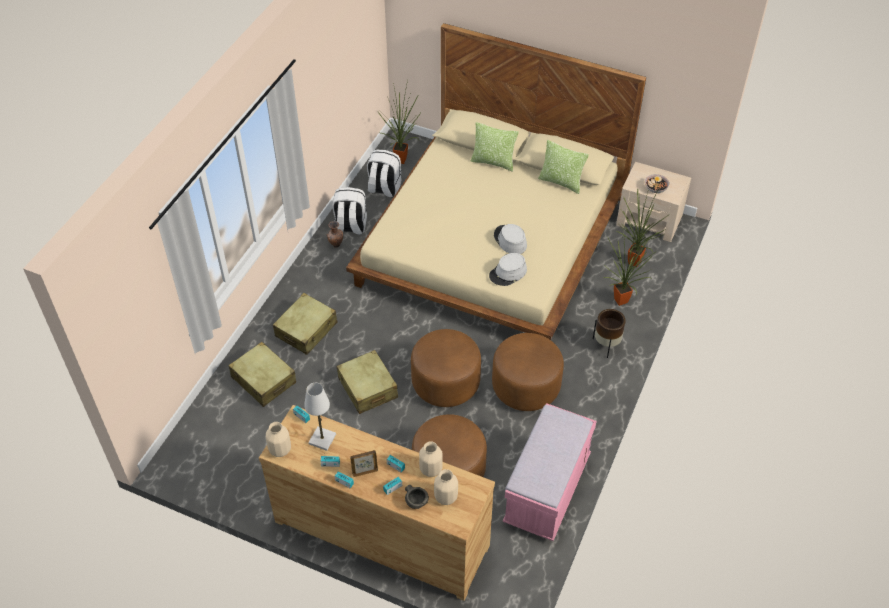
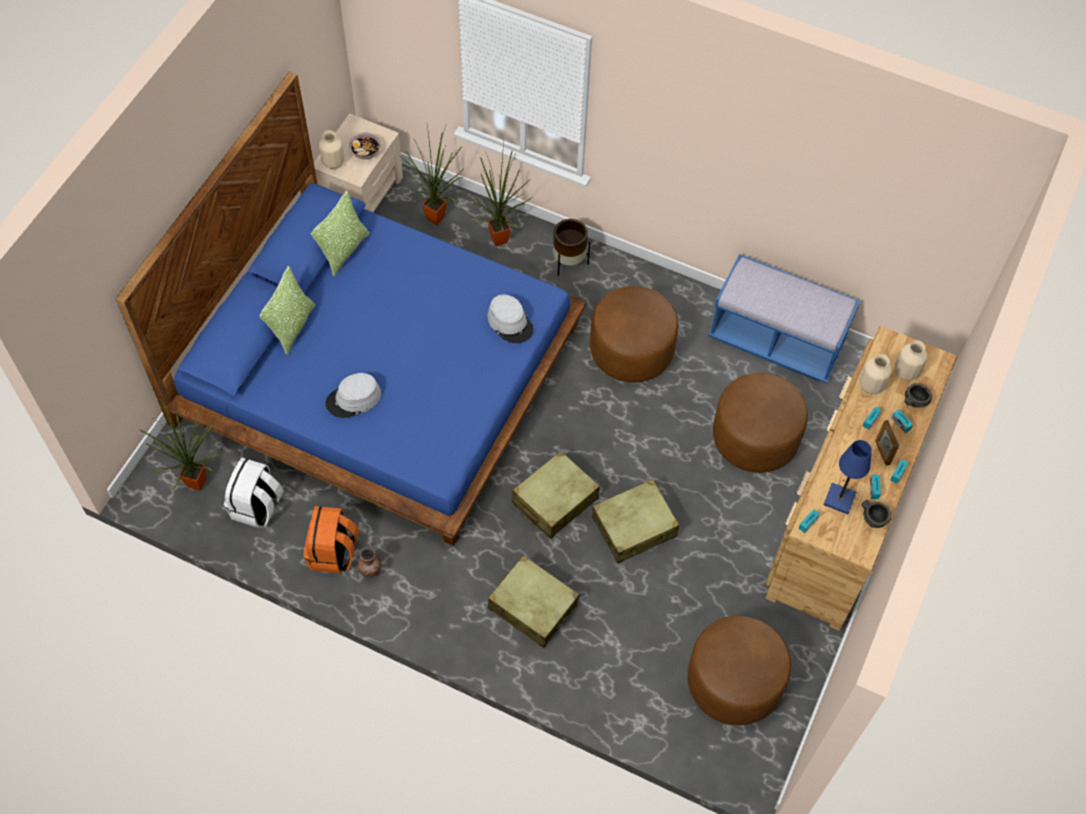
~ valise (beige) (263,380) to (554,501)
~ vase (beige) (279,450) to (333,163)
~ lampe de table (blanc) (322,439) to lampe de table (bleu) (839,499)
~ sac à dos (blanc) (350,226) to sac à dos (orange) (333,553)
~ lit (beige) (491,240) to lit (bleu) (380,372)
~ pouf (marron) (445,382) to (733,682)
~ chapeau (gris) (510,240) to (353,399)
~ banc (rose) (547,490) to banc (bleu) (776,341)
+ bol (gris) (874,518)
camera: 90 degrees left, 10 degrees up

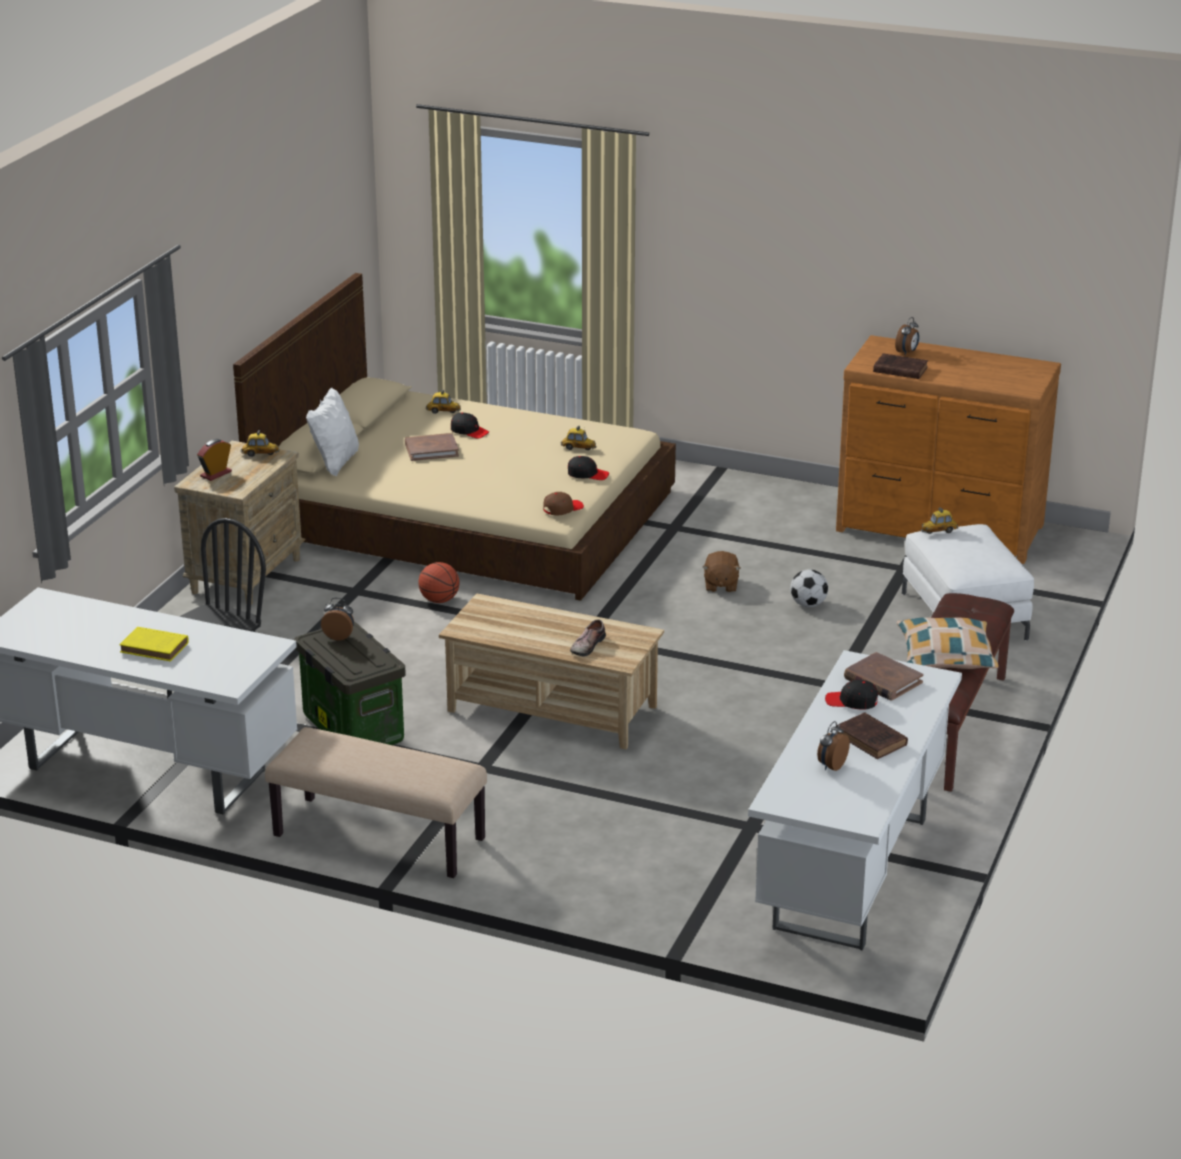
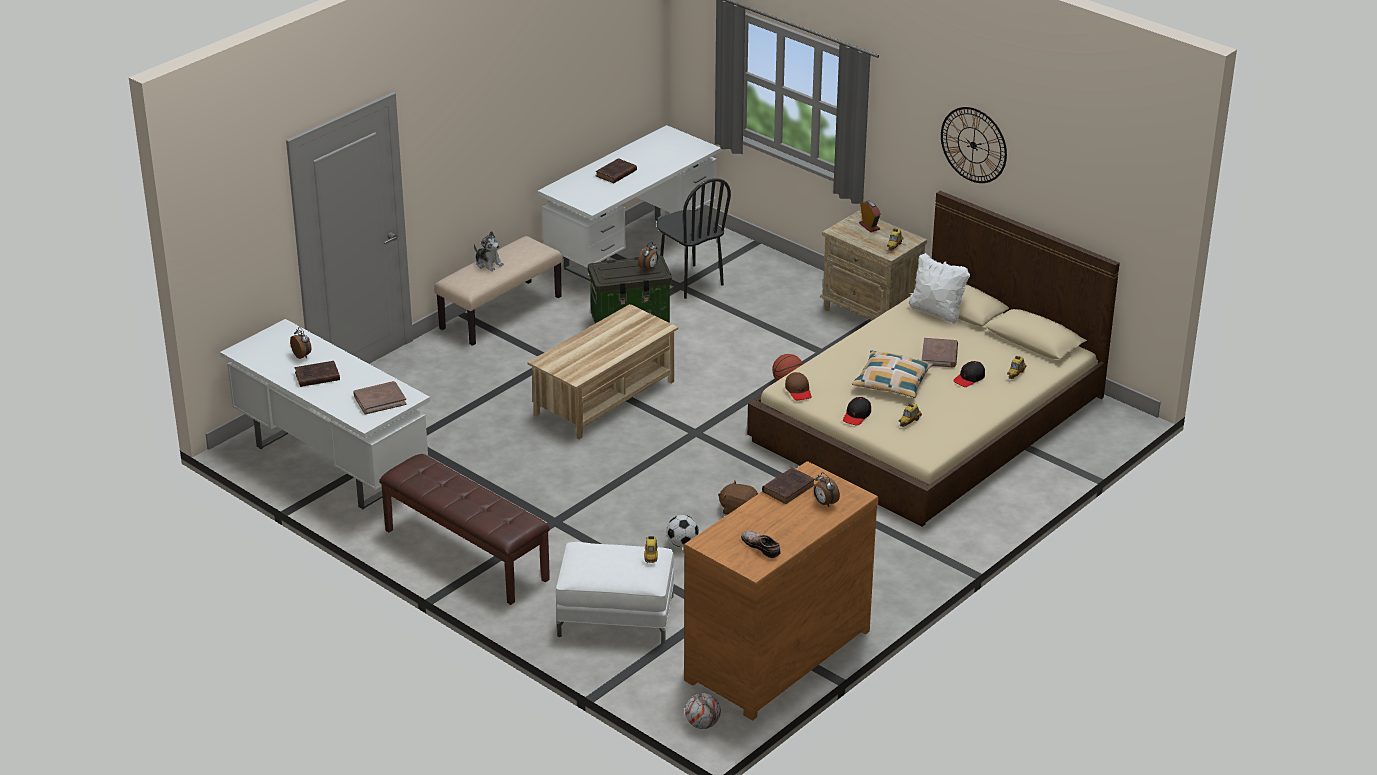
~ livre (jaune) (156,648) to livre (marron) (615,174)
~ chaussure (586,645) to (762,546)
- casquette (noir) (852,701)
~ coussin (946,655) to (892,381)
+ peluche (488,263)
+ ballon de foot (702,724)
+ horloge murale (973,145)
camera: 110 degrees right, 5 degrees up

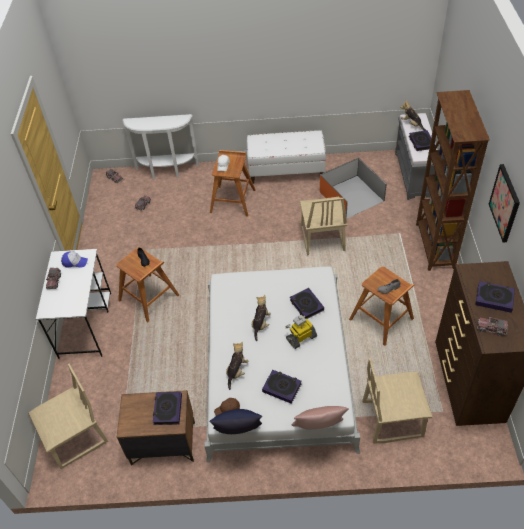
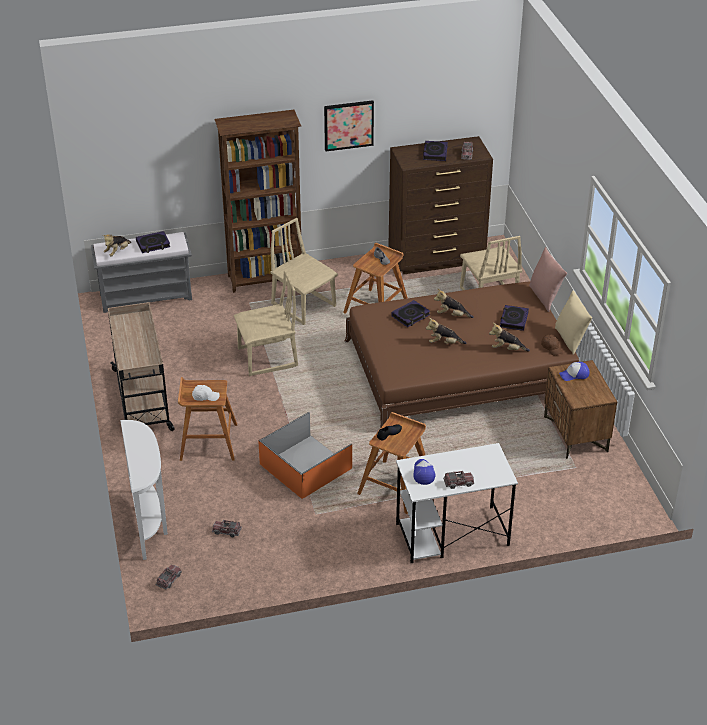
~ chaise (beige) (76,438) to (304,305)
~ livre (167,409) to casquette (574,375)
~ lit (blanc) (277,368) to lit (marron) (459,370)
~ coussin (bleu) (238,433) to coussin (beige) (570,340)
~ banc (blanc) (286,171) to chariot (beige) (143,401)
~ robot jouet (301,337) to peluche (452,315)
~ boîte de rangement (orange) (351,196) to (306,467)
camera: 105 degrees left, 10 degrees down

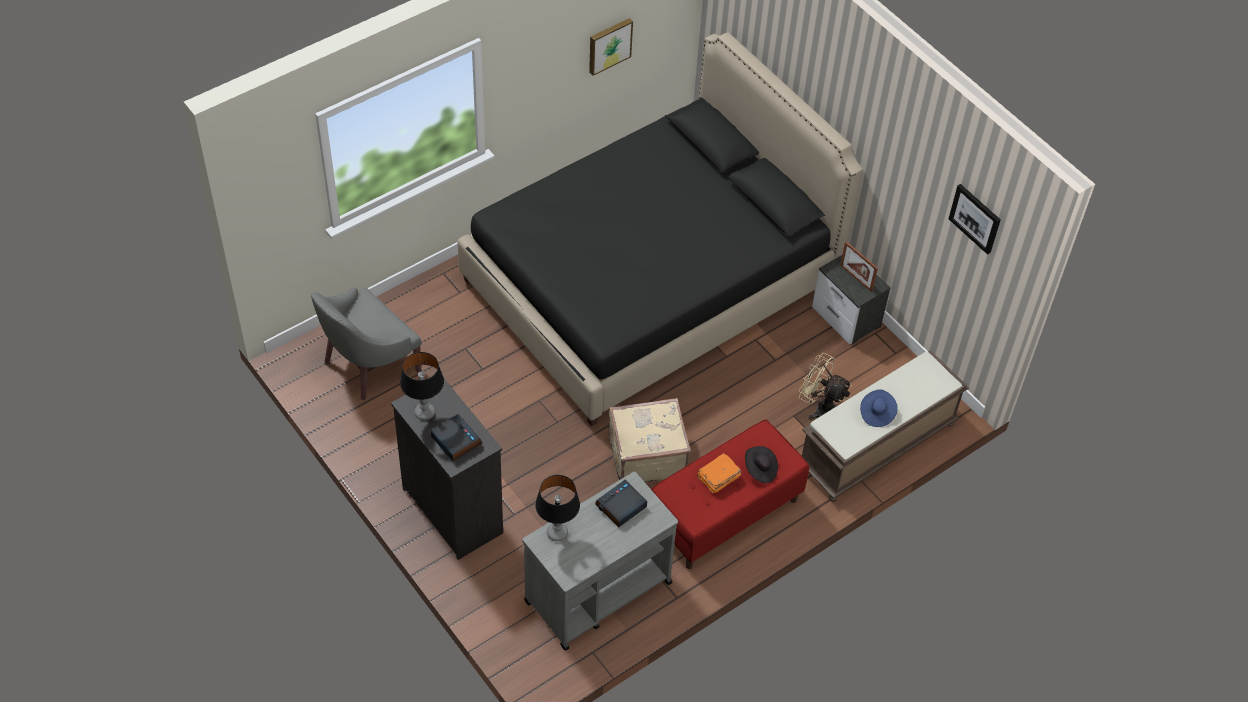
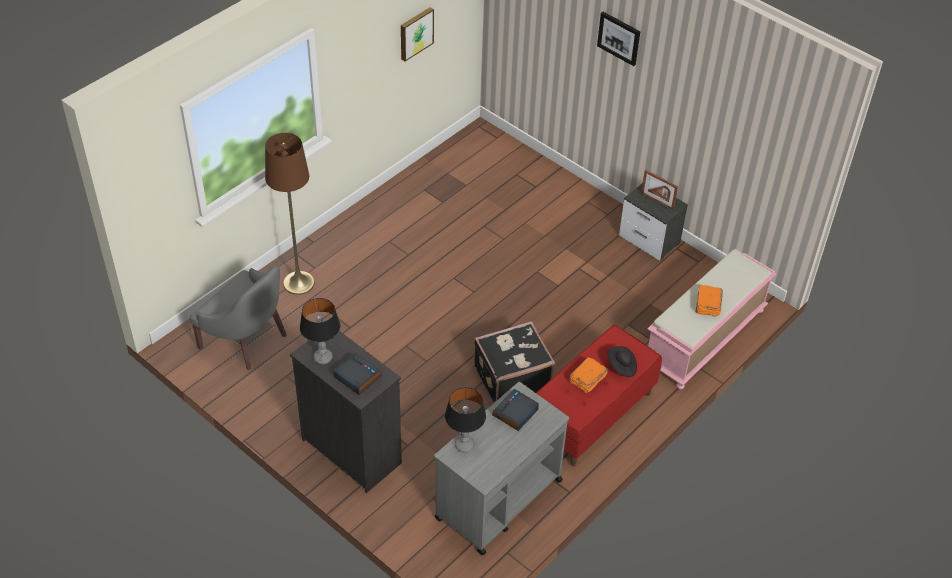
~ fauteuil (gris) (368,364) = (246,339) 90 degrees counterclockwise
- lit (noir) (650,283)
~ valise (beige) (646,455) to valise (noir) (511,377)
- ventilateur (beige) (820,408)
~ banc (marron) (876,446) to banc (rose) (704,338)
~ chapeau (bleu) (876,413) to livre (orange) (707,305)
~ tableau (975,218) to (619,38)
+ lampadaire (marron) (298,283)
camera: 10 degrees left, 5 degrees down

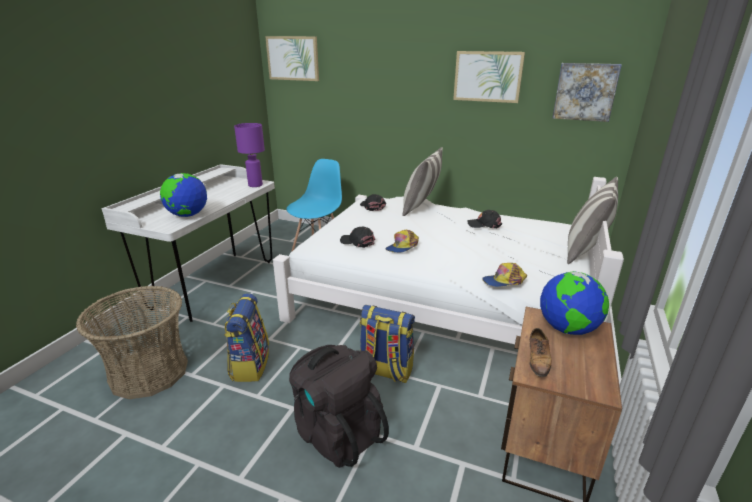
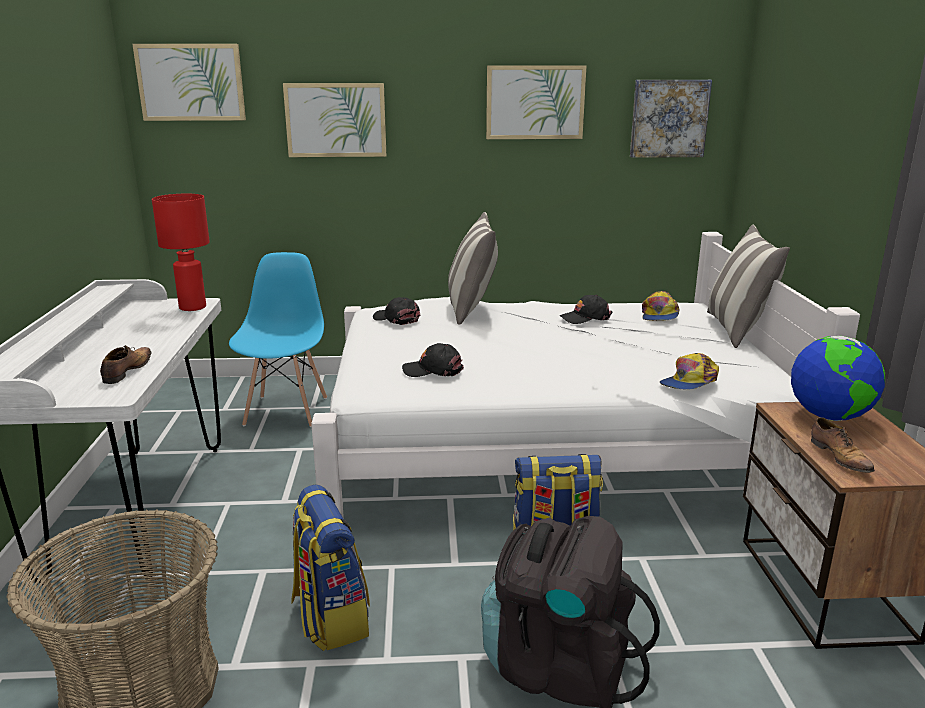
~ globe (187,215) to chaussure (127,371)
~ lampe de table (violet) (256,185) to lampe de table (rouge) (193,307)
~ casquette (402,247) to (659,315)
+ tableau (336,120)
camera: 25 degrees left, 5 degrees down

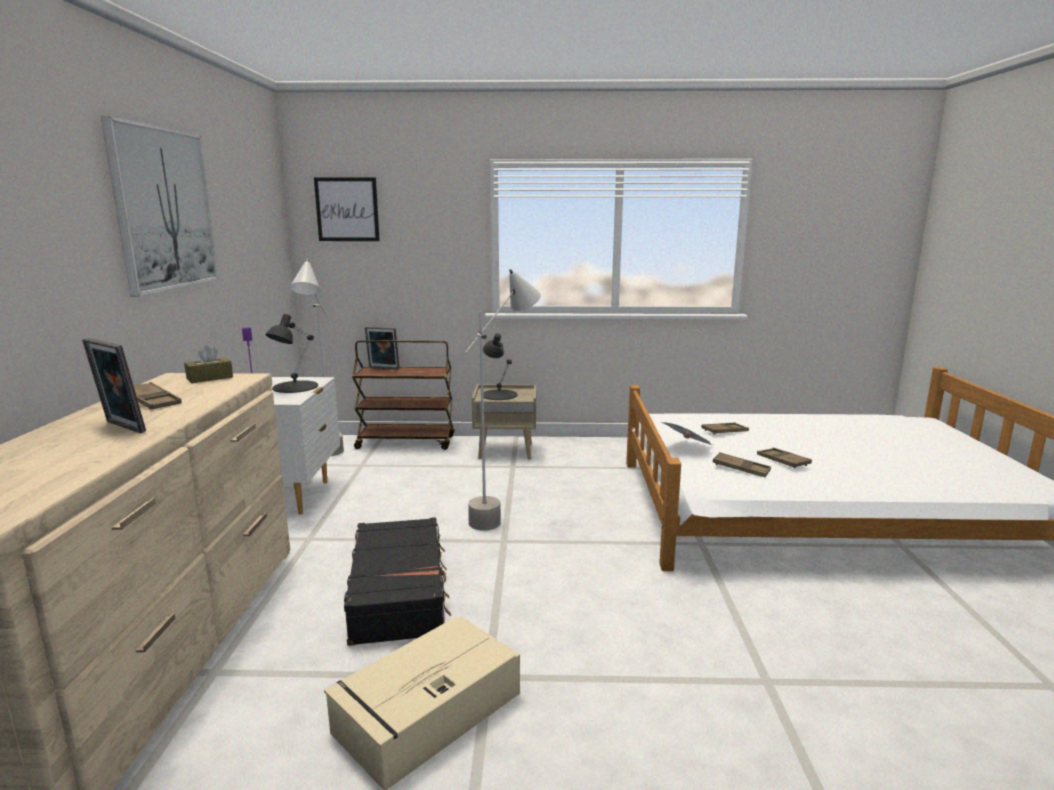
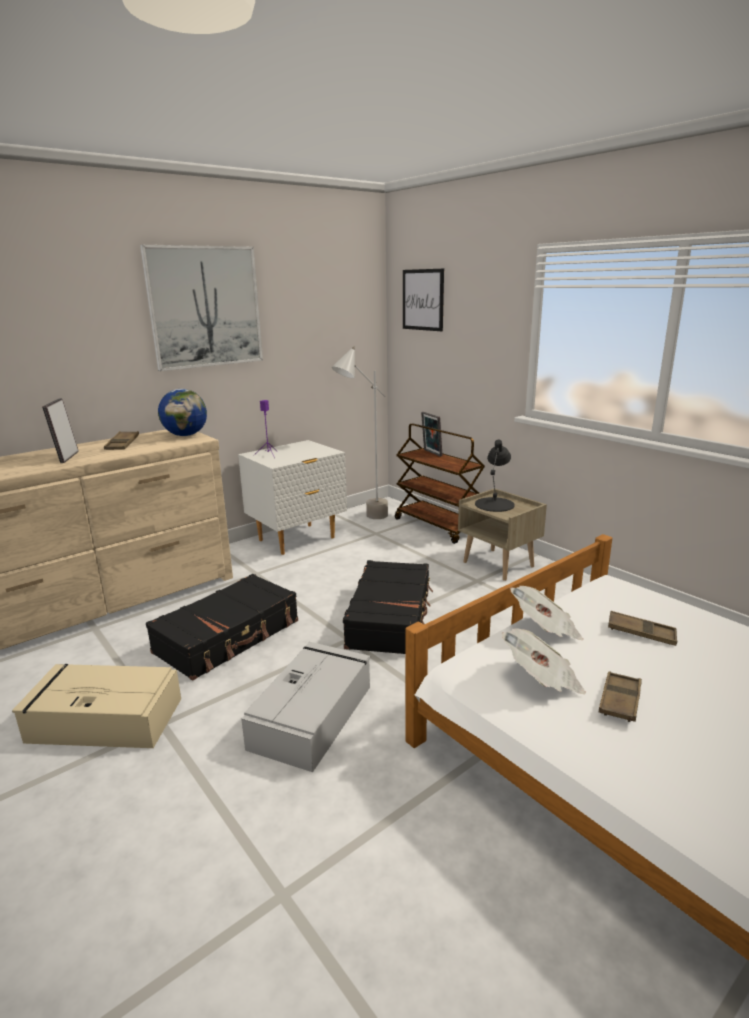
~ boîte à mouchoirs (marron) (210,378) to globe (185,435)
- lampe de table (noir) (294,387)
~ lampadaire (gris) (504,514) to valise (noir) (390,618)
~ plateau (marron) (741,469) to journal (542,680)
+ boîte de rangement (gris) (313,715)
camera: 50 degrees right, 5 degrees up

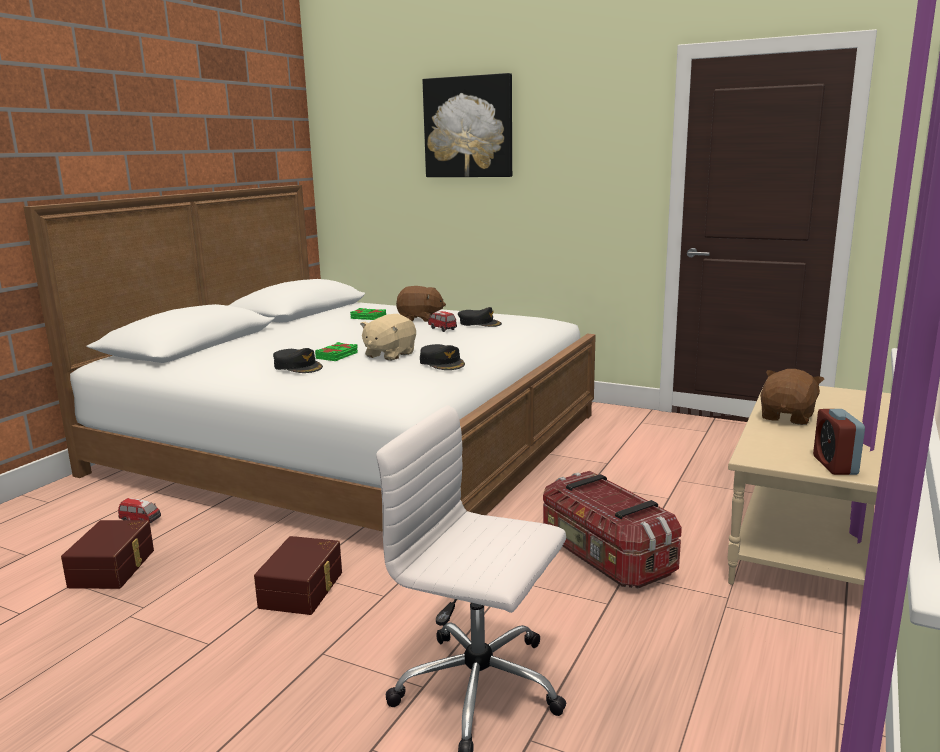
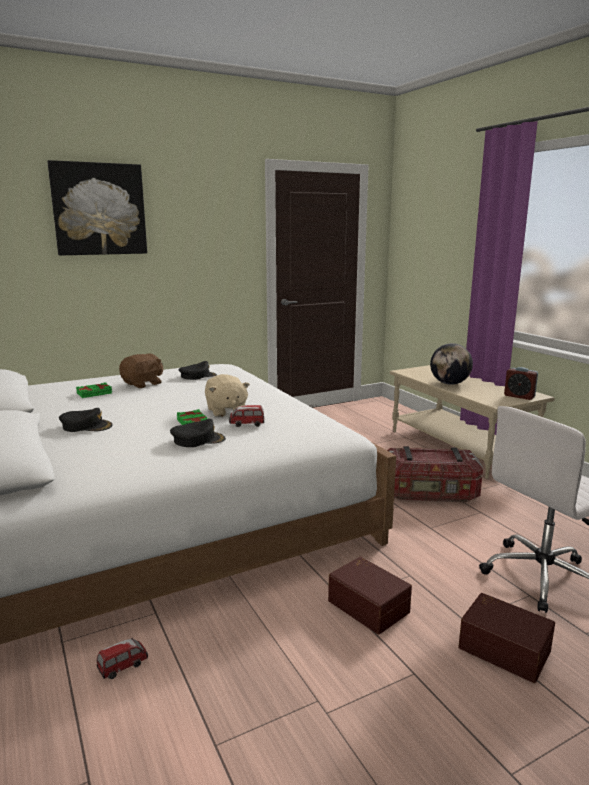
~ boîte de rangement (marron) (114,568) to (504,648)
~ casquette (noir) (442,363) to (86,426)
~ petite voiture (442,329) to (247,424)
~ peluche (marron) (788,417) to globe (449,383)
camera: 55 degrees left, 0 degrees up

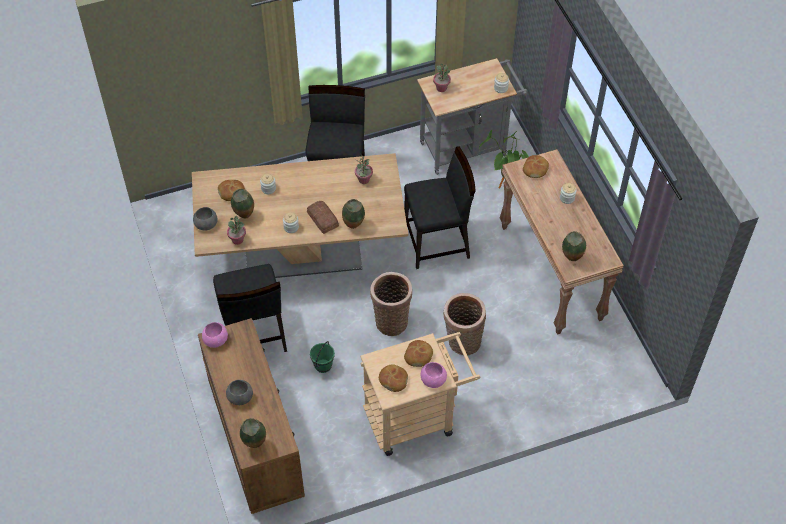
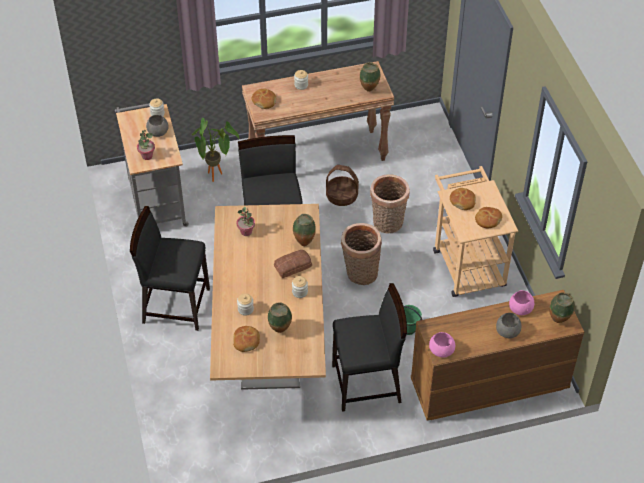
~ bol (gris) (205,224) to (158,132)
- plante en pot (237,240)
~ bol (rose) (432,379) to (520,309)
+ panier (342,196)
camera: 85 degrees left, 5 degrees down

